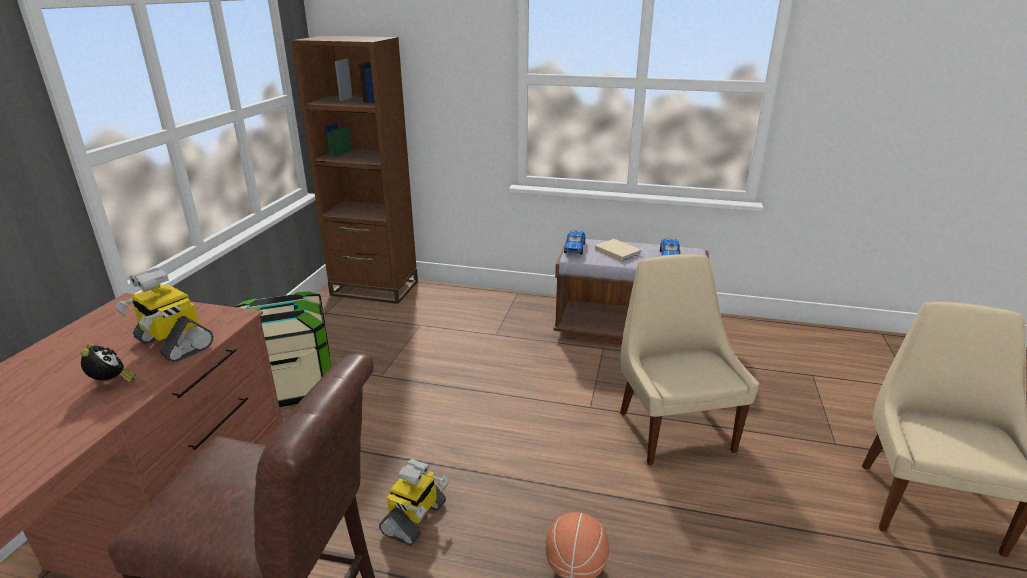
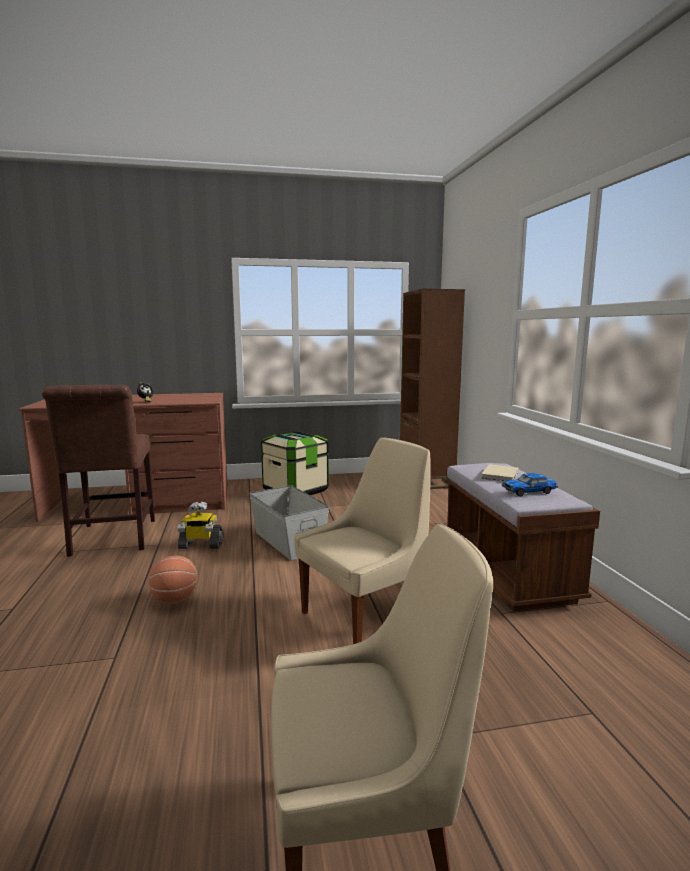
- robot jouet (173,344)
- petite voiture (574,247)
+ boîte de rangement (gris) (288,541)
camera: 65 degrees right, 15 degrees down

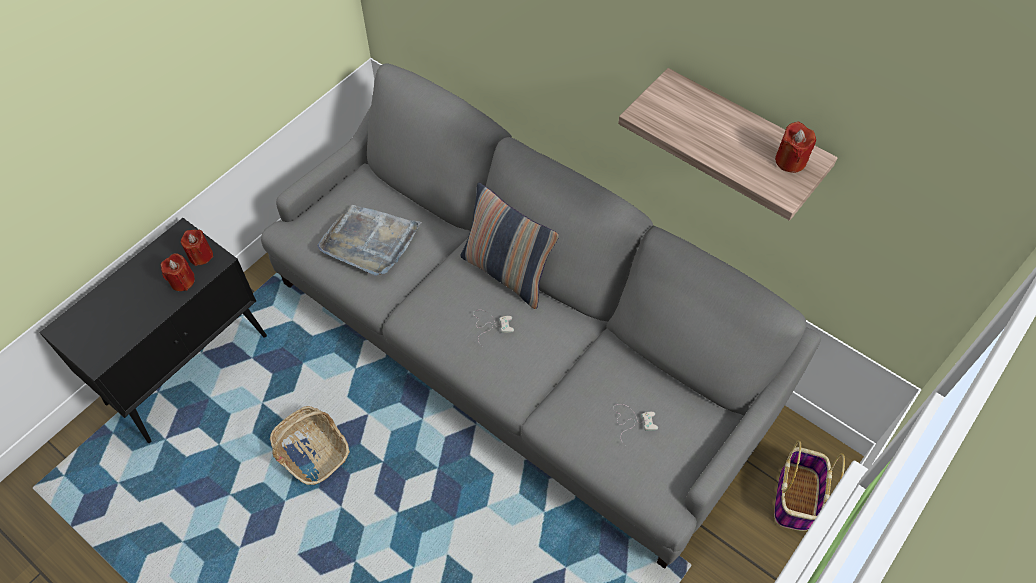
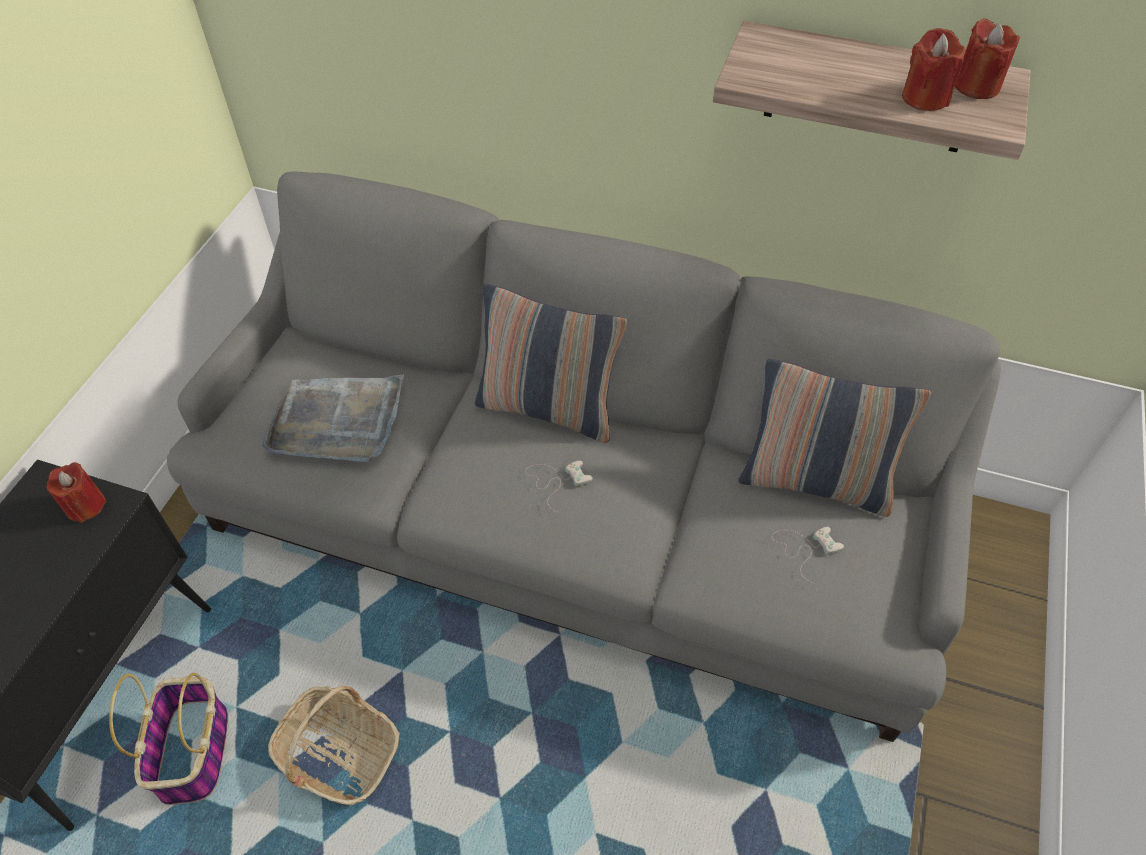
~ bougie (rouge) (182,281) to (924,98)
~ panier (796,498) to (195,753)
+ coussin (815,481)
camera: 20 degrees left, 5 degrees down

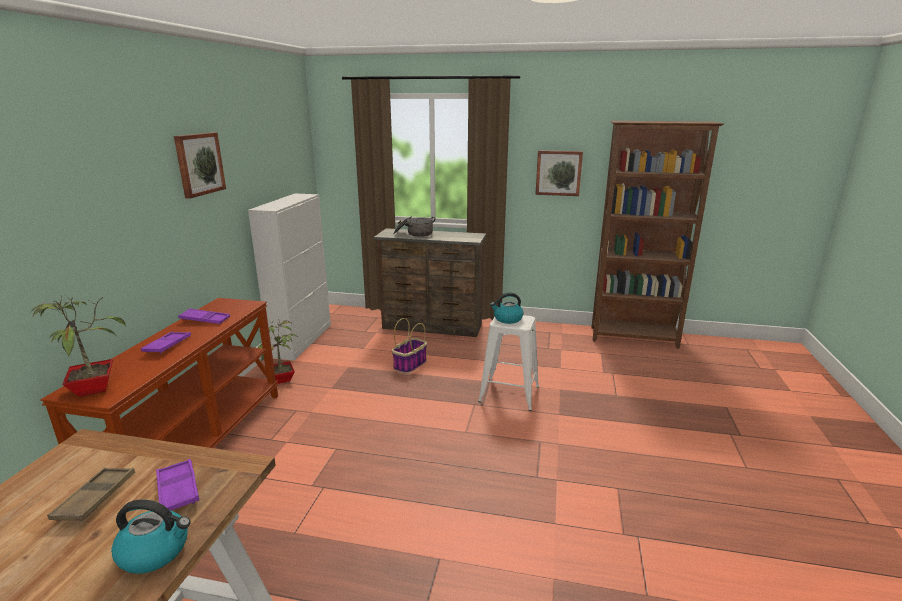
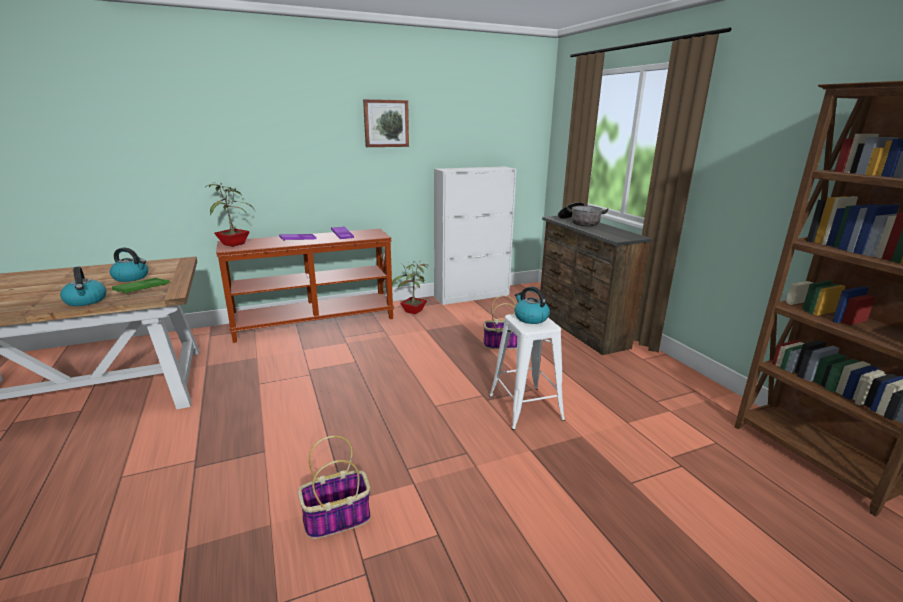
~ plateau (marron) (95,498) to bouilloire (132,277)
~ plateau (violet) (178,490) to plateau (vert) (142,288)
- tableau (558,173)
+ panier (336,519)
camera: 55 degrees right, 0 degrees up

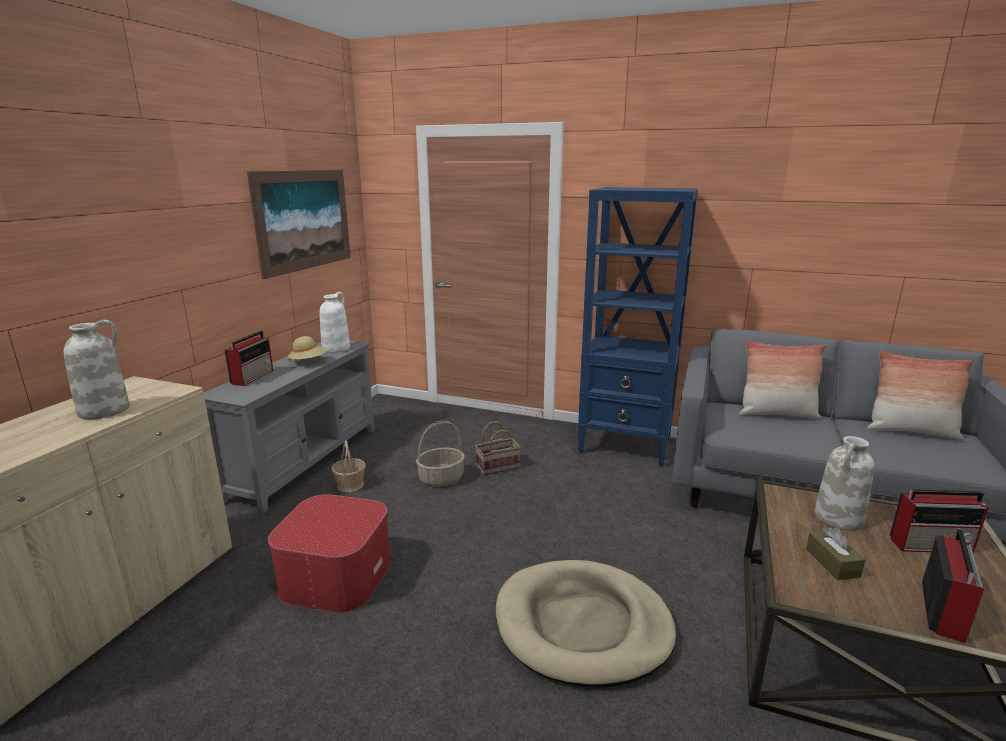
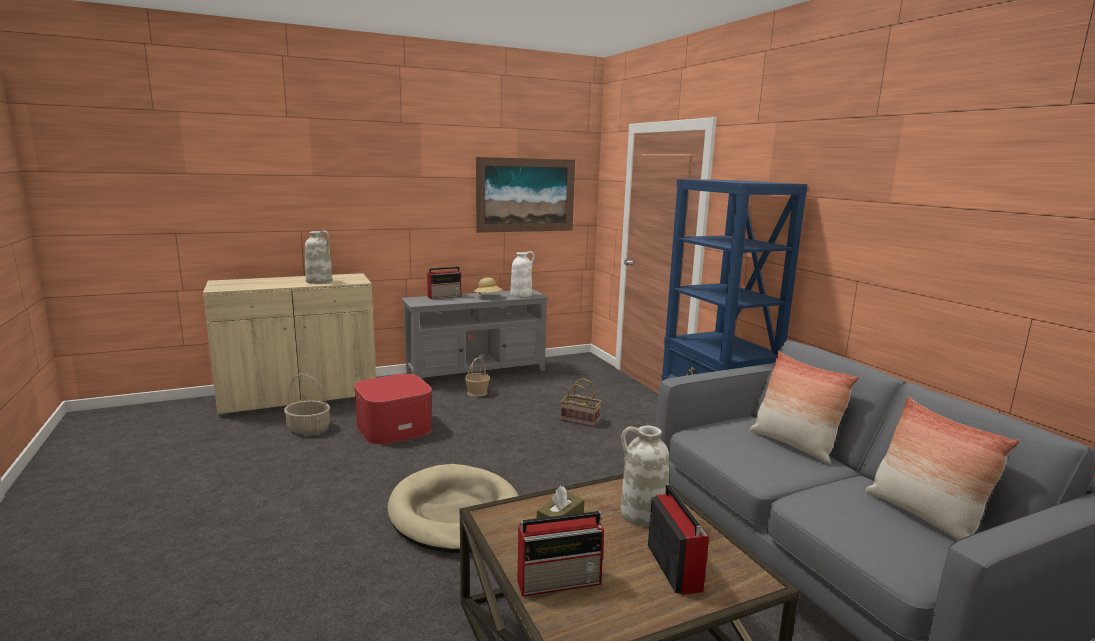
~ panier (441,478) to (309,428)
~ radio (932,545) = (673,566) 150 degrees counterclockwise
camera: 45 degrees right, 5 degrees down

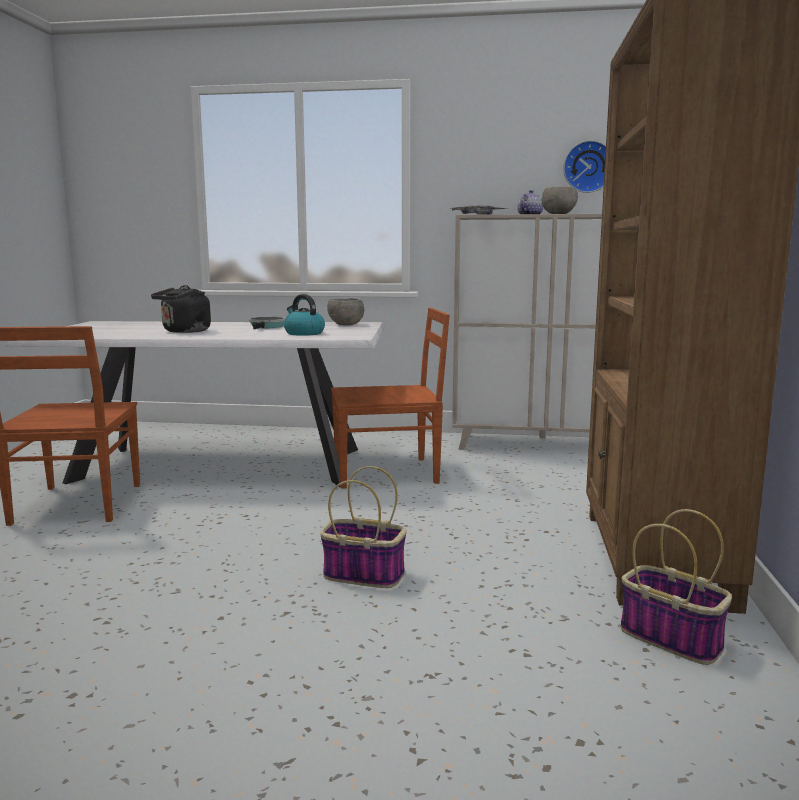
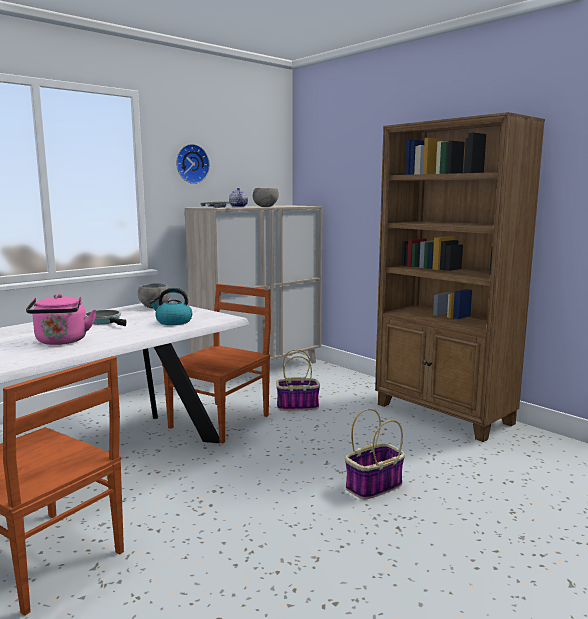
~ bouilloire (noir) (184,332) to bouilloire (rose) (61,341)
~ horloge murale (588,167) to (191,164)
~ panier (673,639) to (298,406)
camera: 50 degrees left, 0 degrees up

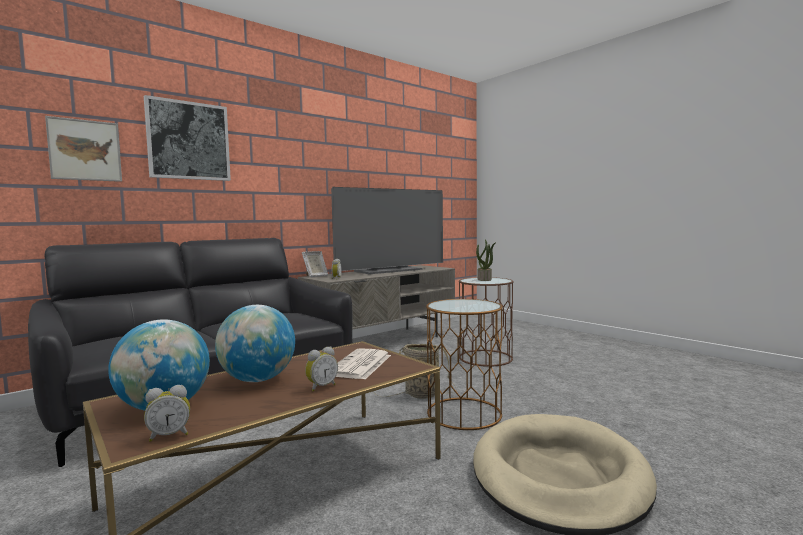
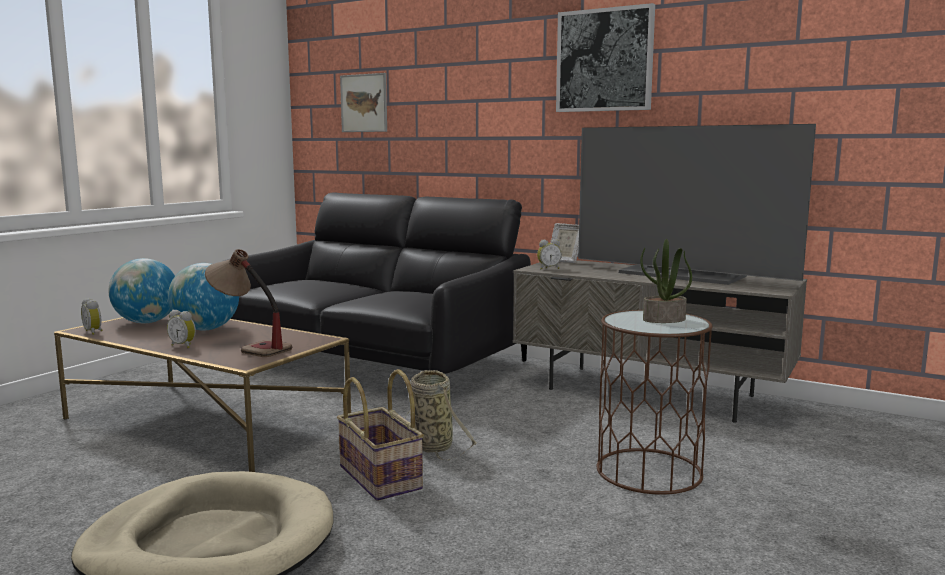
~ tableau (188,141) to (604,60)
~ journal (360,365) to lampe de table (249,347)
~ table d'appoint (marron) (464,413) to panier (381,477)
camera: 70 degrees right, 5 degrees up

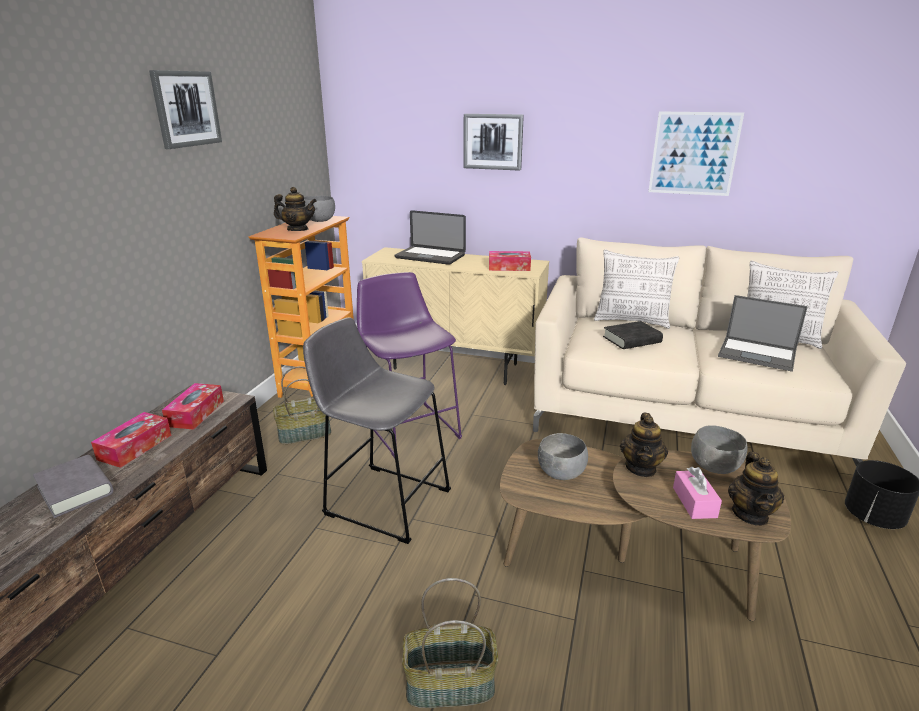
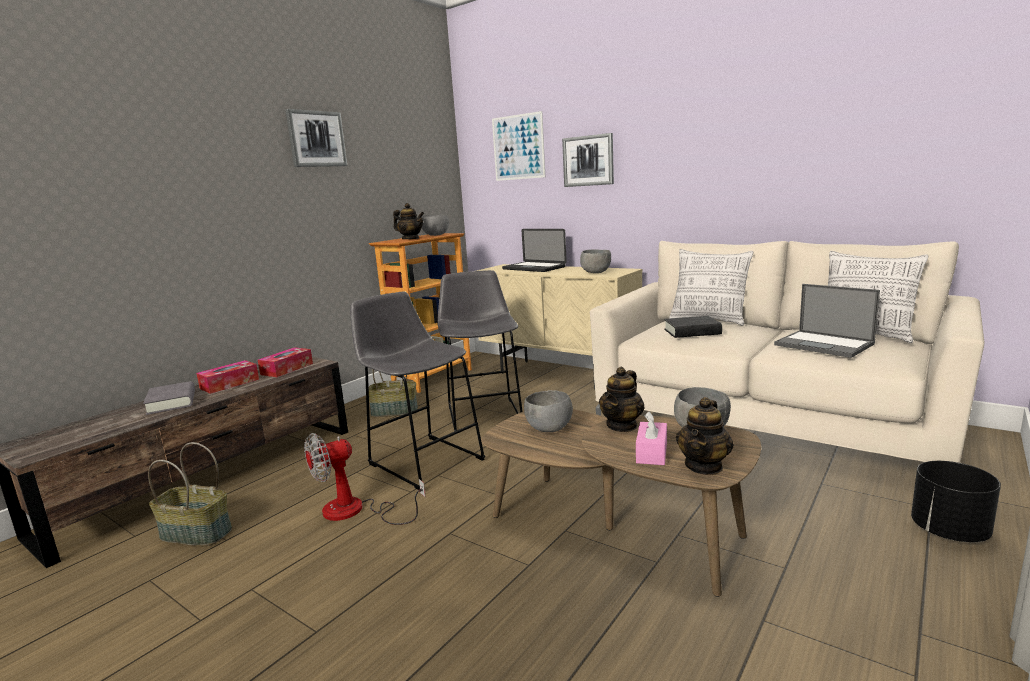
~ tabouret (violet) (409,426) to tabouret (gris) (484,413)
~ panier (449,686) to (195,534)
~ boîte à mouchoirs (509,267) to bol (gris) (596,273)
~ tableau (694,154) to (518,147)
+ ventilateur (356,511)
camera: 20 degrees right, 10 degrees down

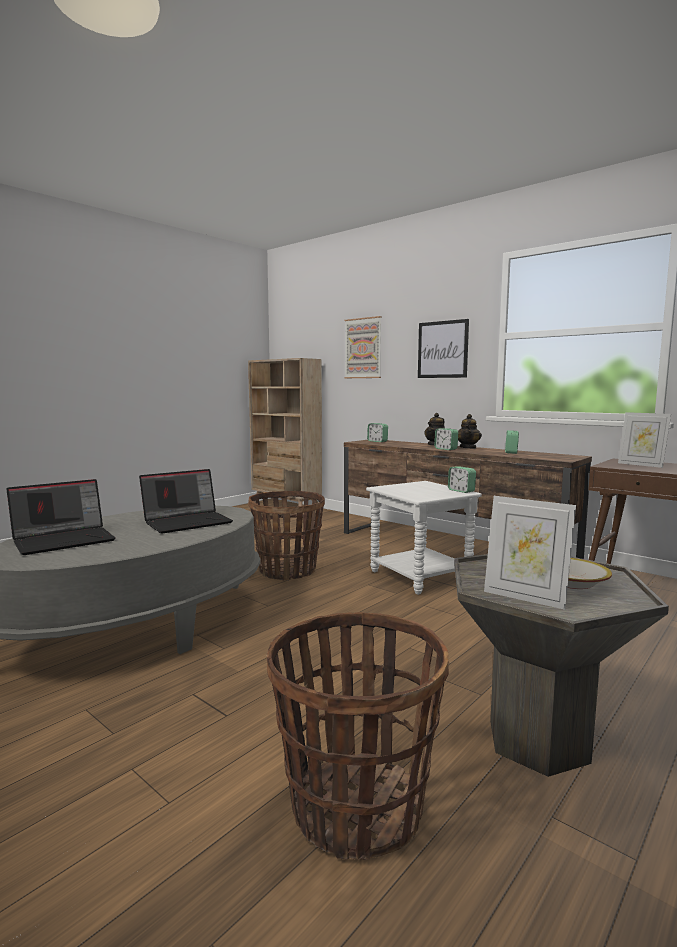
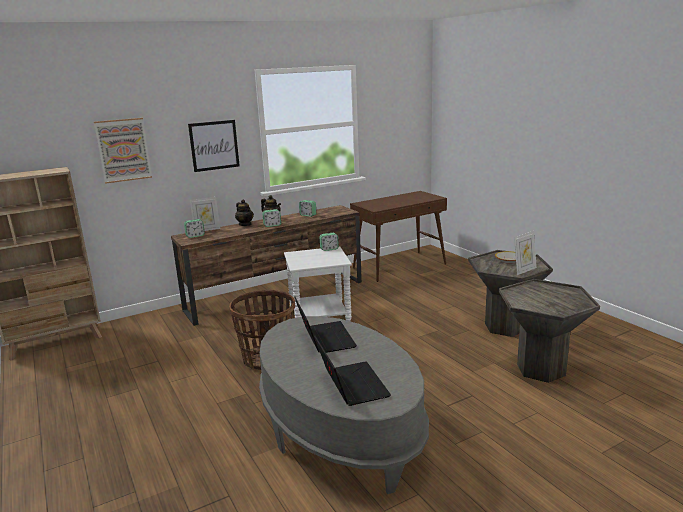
~ panier (355,807) to table d'appoint (gris) (541,370)
~ cadre photo (641,465) to (207,230)
camera: 70 degrees left, 10 degrees up

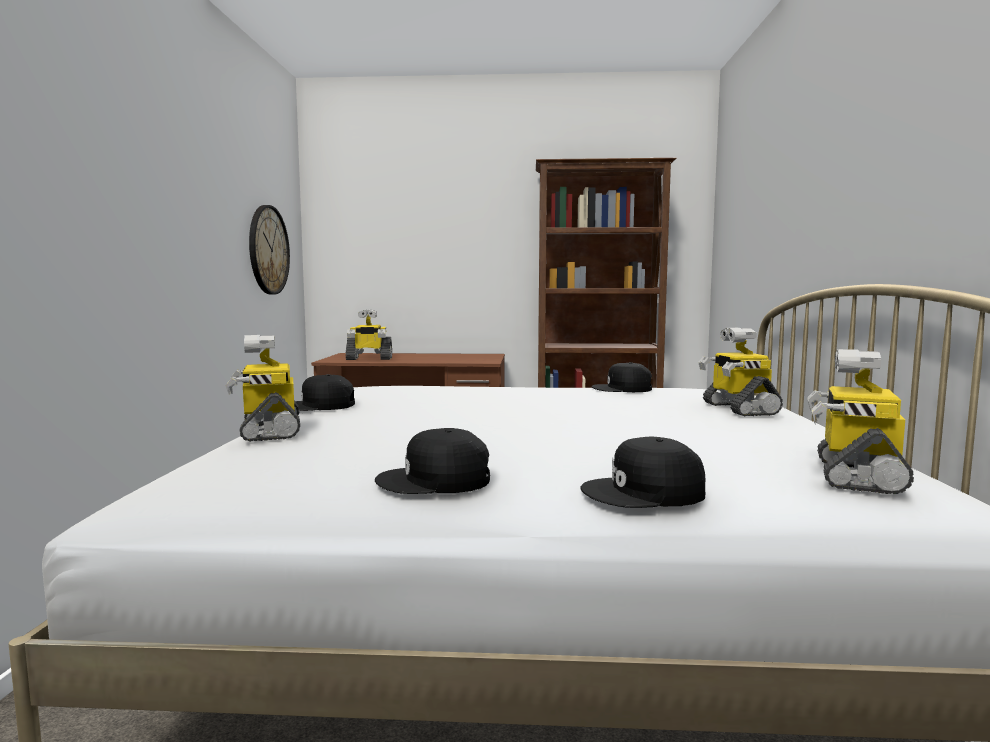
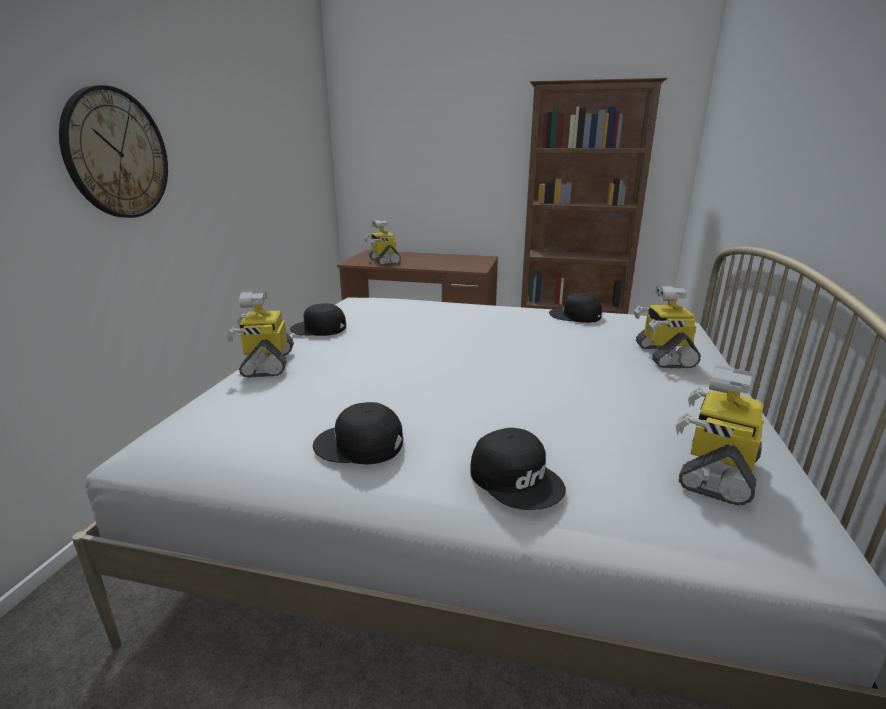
~ horloge murale (268,250) to (116,154)
~ robot jouet (369,359) = (383,261) 60 degrees clockwise
~ casquette (noir) (644,492) = (517,478) 135 degrees counterclockwise
camera: 10 degrees right, 15 degrees up

